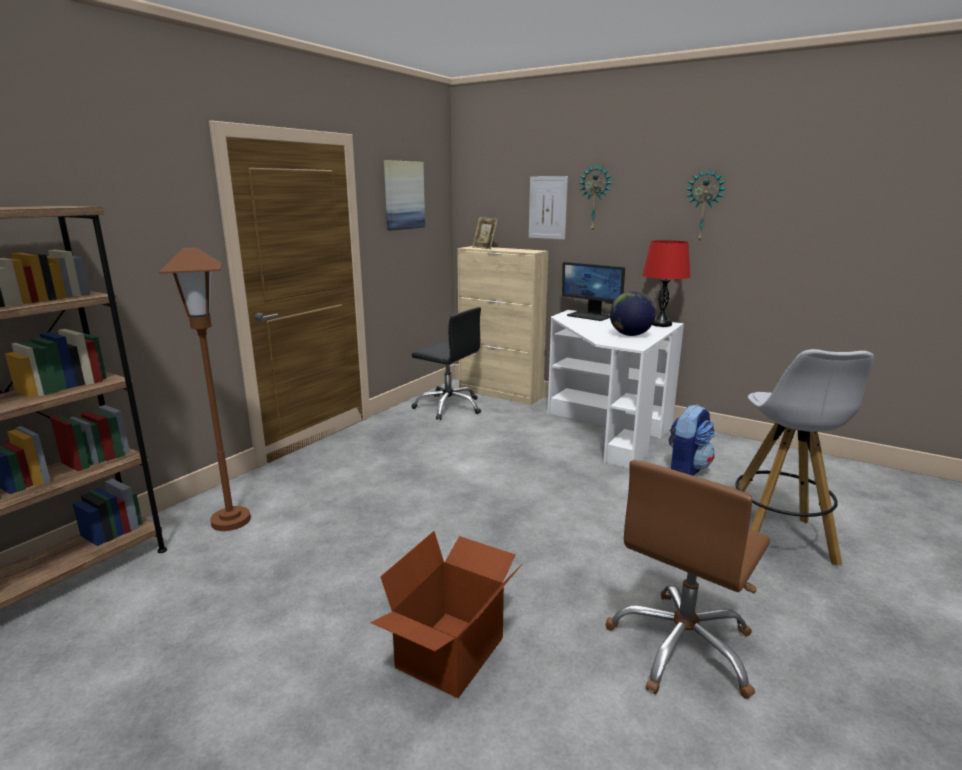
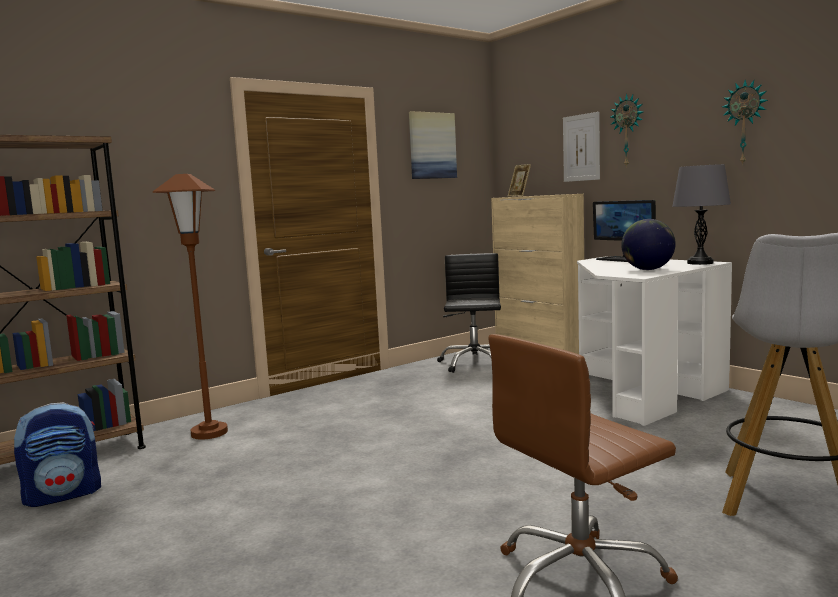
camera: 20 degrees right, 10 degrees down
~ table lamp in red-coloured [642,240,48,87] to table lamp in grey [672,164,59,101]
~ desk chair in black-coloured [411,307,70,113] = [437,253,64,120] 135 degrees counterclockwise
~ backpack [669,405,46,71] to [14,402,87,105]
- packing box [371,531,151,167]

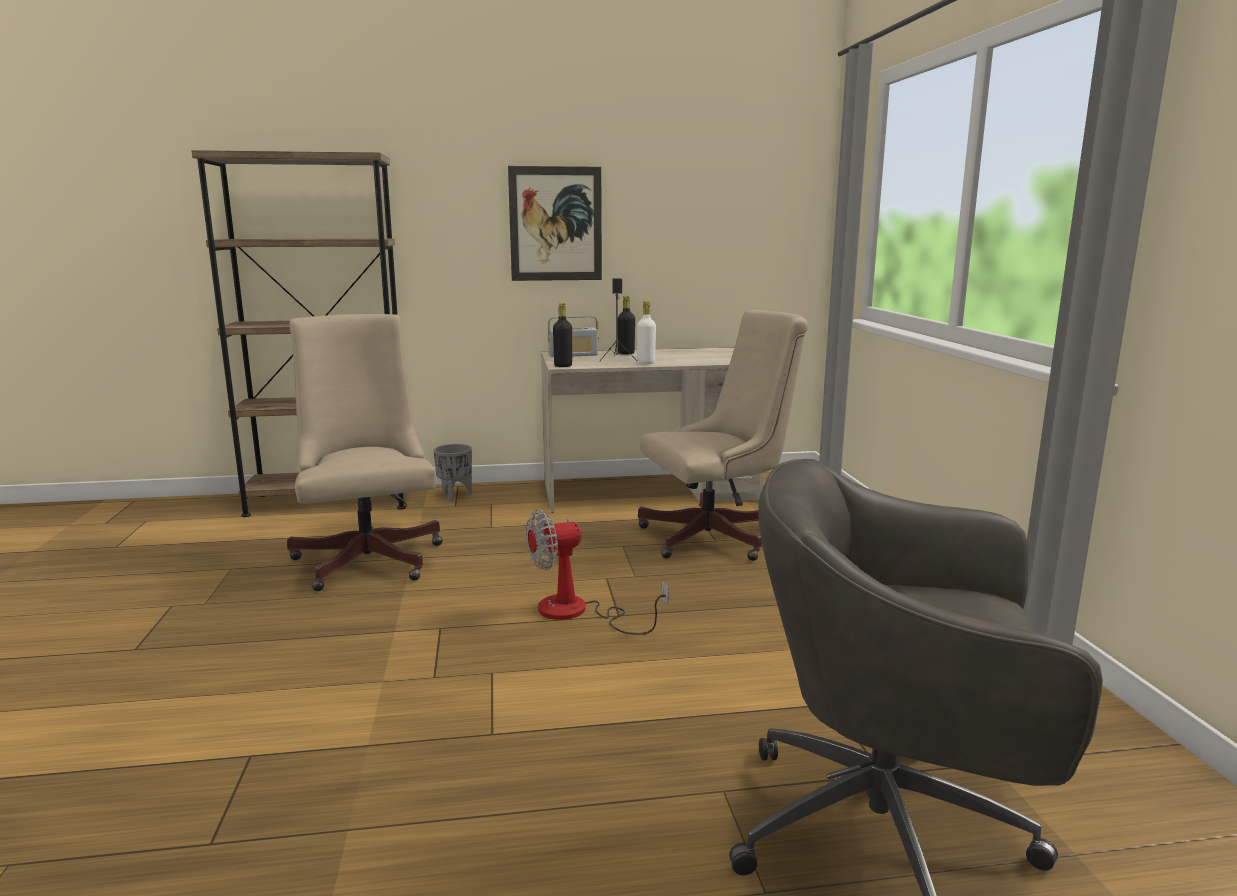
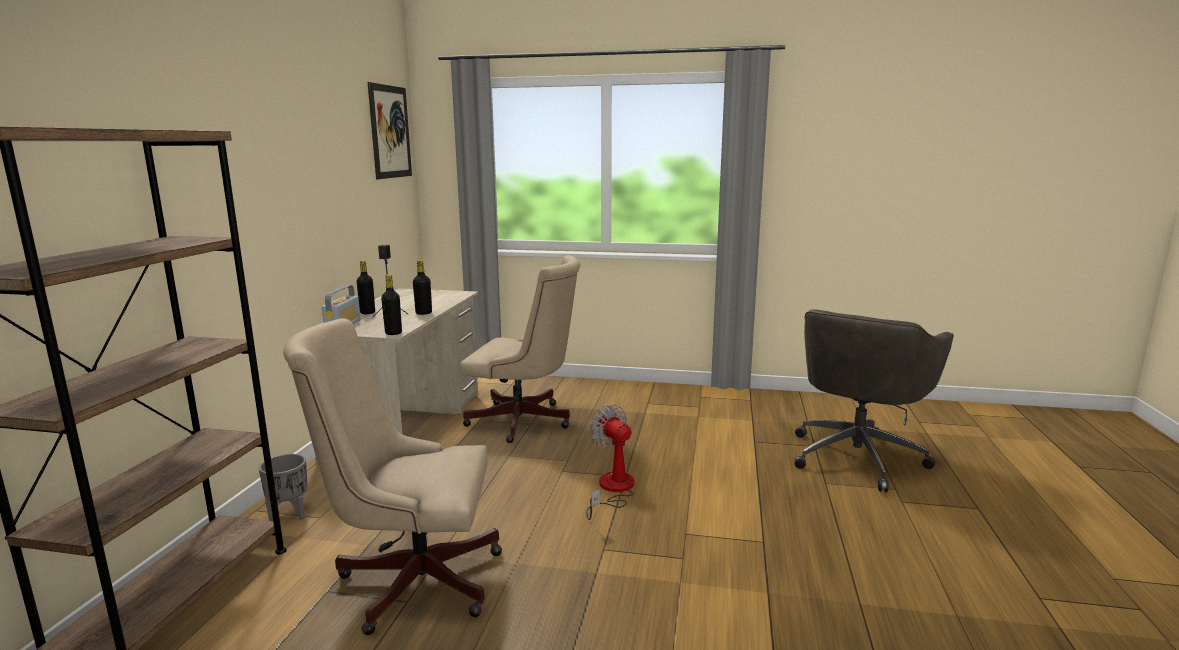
camera: 70 degrees left, 0 degrees up
~ wall picture [508,166,94,115] to [368,82,44,97]
~ bottle in white-coloured [637,301,19,63] to bottle in black-coloured [413,260,19,55]
~ desk chair in beige [638,310,170,251] = [460,255,120,188] 105 degrees clockwise
~ cooling fan [526,510,143,125] = [586,404,48,116] 150 degrees clockwise

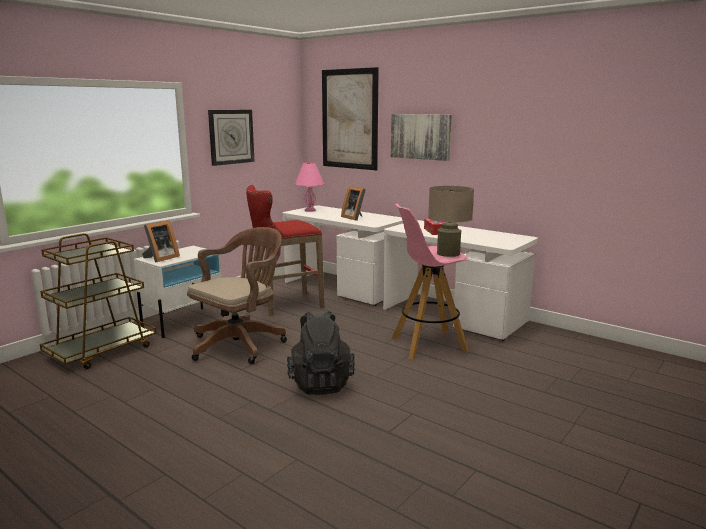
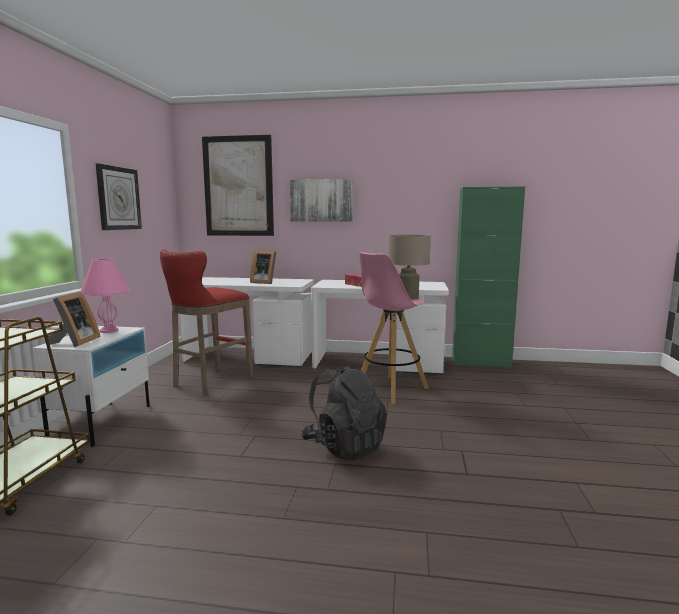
camera: 30 degrees left, 5 degrees down
~ table lamp in pink [295,162,29,50] to [80,258,50,75]
- desk chair in brown [187,227,100,137]
+ cupboard in green [452,186,73,182]

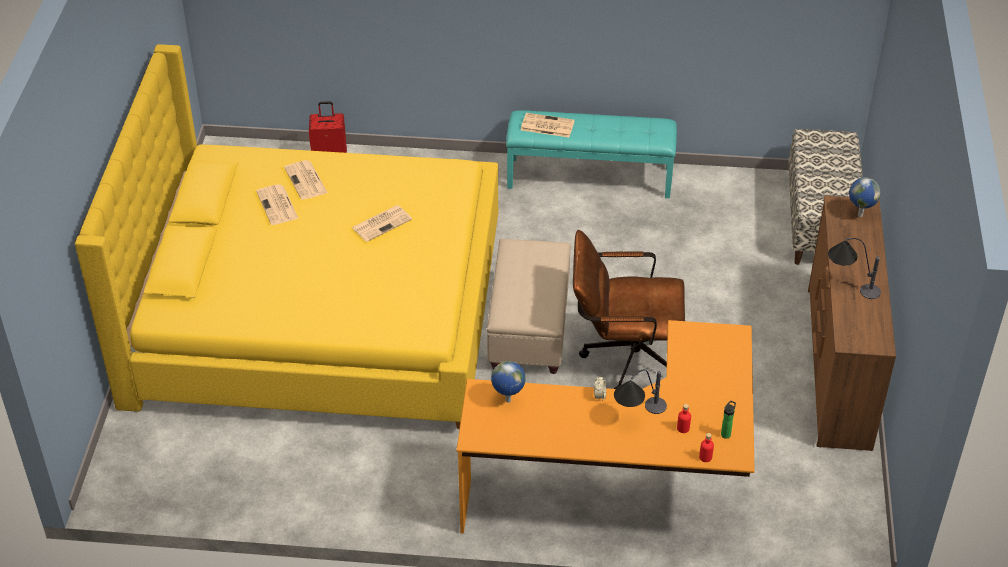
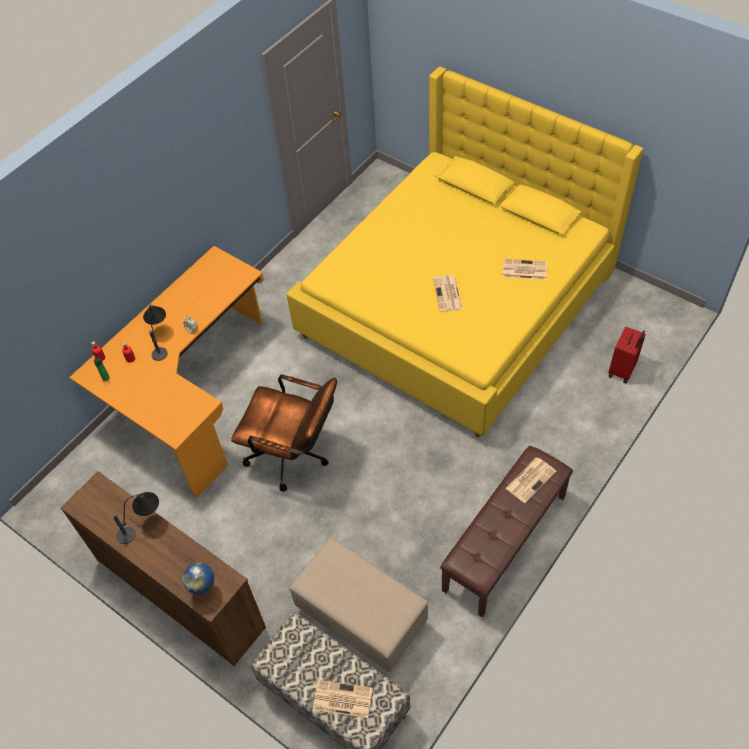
camera: 125 degrees right, 10 degrees up
~ long seat in turquoise [506,110,171,88] to long seat in brown [440,446,133,171]
~ daily paper [256,184,43,41] to [313,680,60,38]
~ desk chair in brown [573,230,112,159] = [231,375,106,117] 75 degrees clockwise
~ footrest in beige [487,239,84,135] to [289,537,139,135]
- desk globe [491,361,34,42]

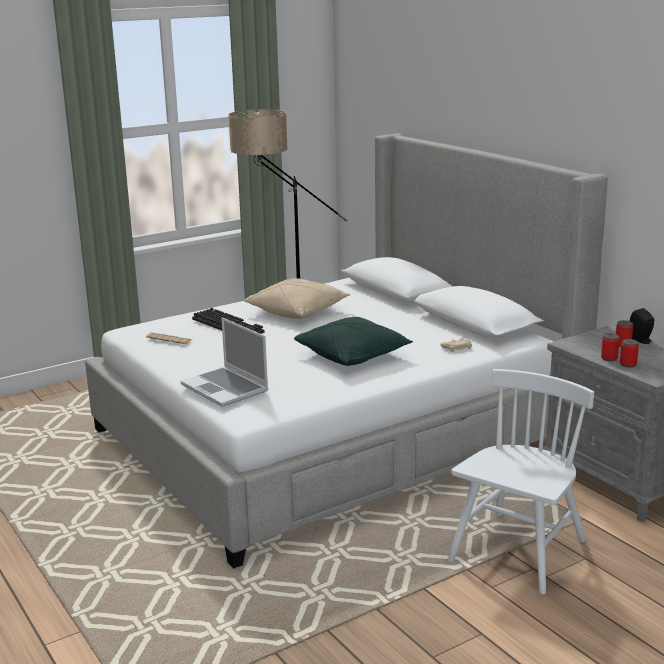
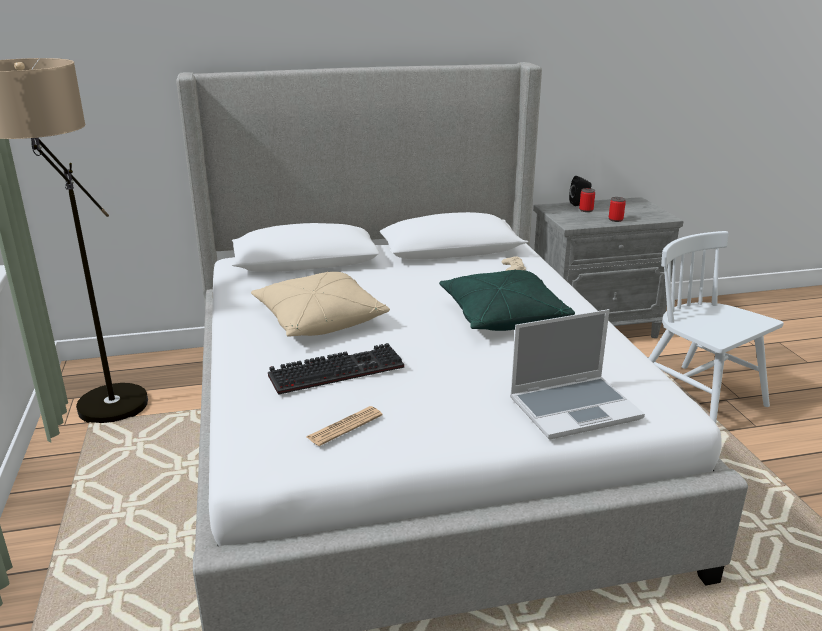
camera: 70 degrees left, 5 degrees up
- metal can [620,339,19,29]

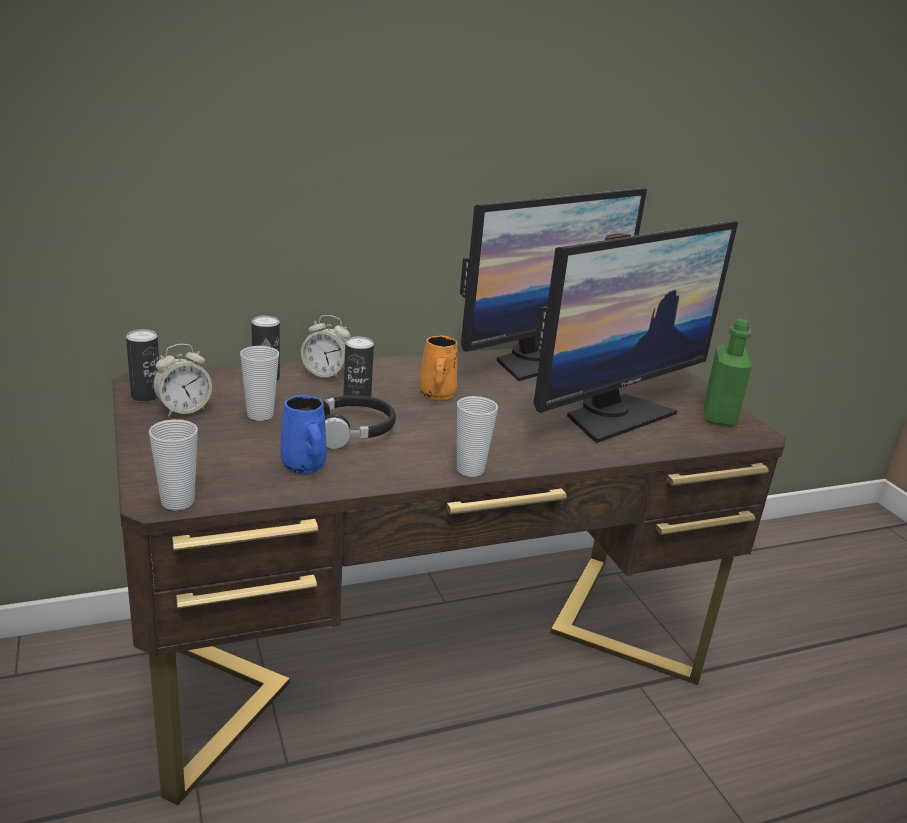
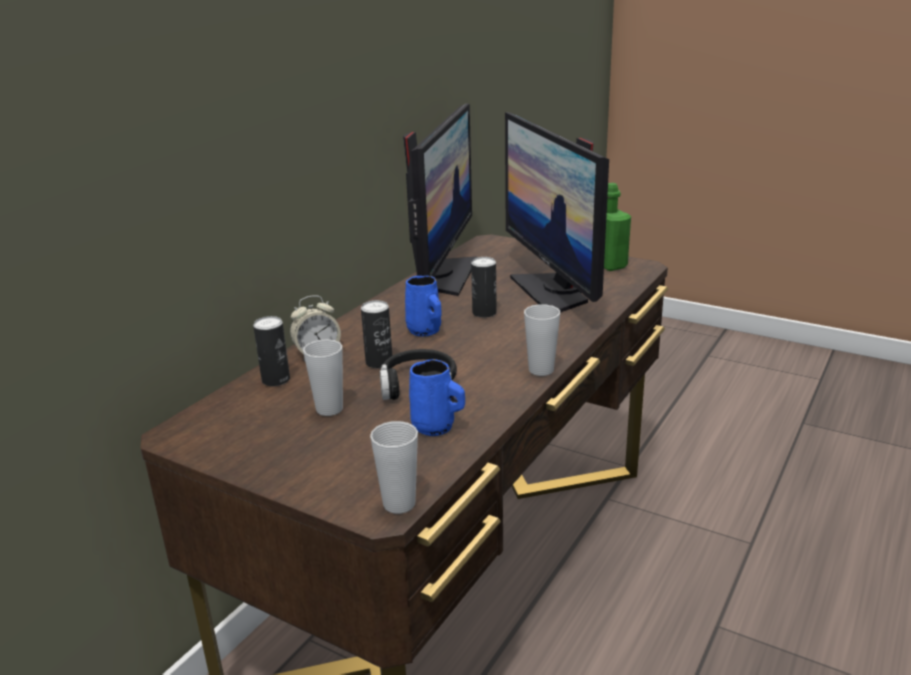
camera: 35 degrees left, 0 degrees up
~ computer screen [534,221,204,222] = [505,112,104,200] 150 degrees clockwise
~ metal can [126,329,33,73] to [471,257,26,61]
~ coffee mug in orange-coloured [419,335,39,65] to coffee mug in bluish [405,276,37,61]
- alarm clock [153,344,59,73]

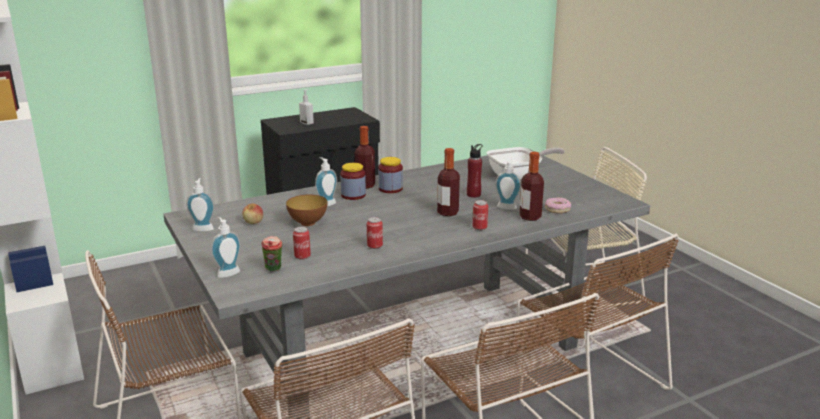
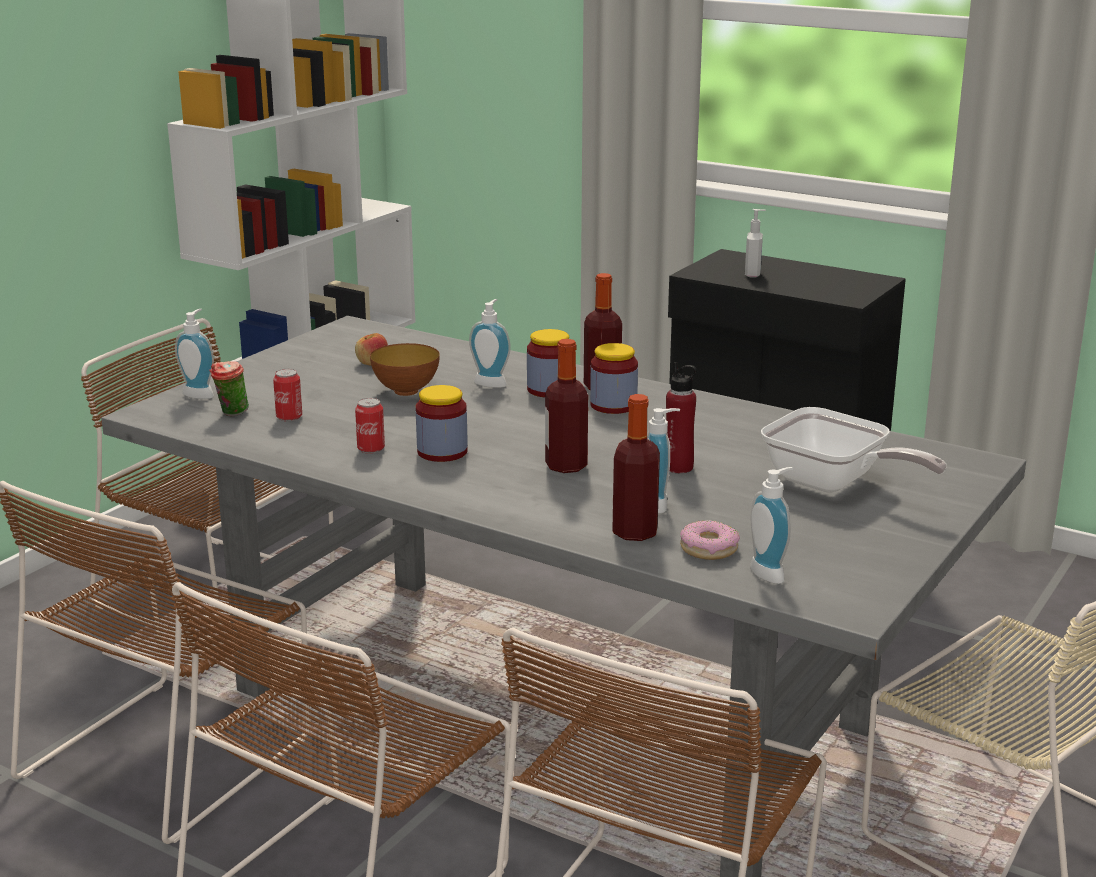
camera: 60 degrees right, 0 degrees up
~ liquid soap bottle [186,178,28,54] to [750,467,43,117]
- metal can [473,200,15,30]
+ storage jar [416,385,52,77]

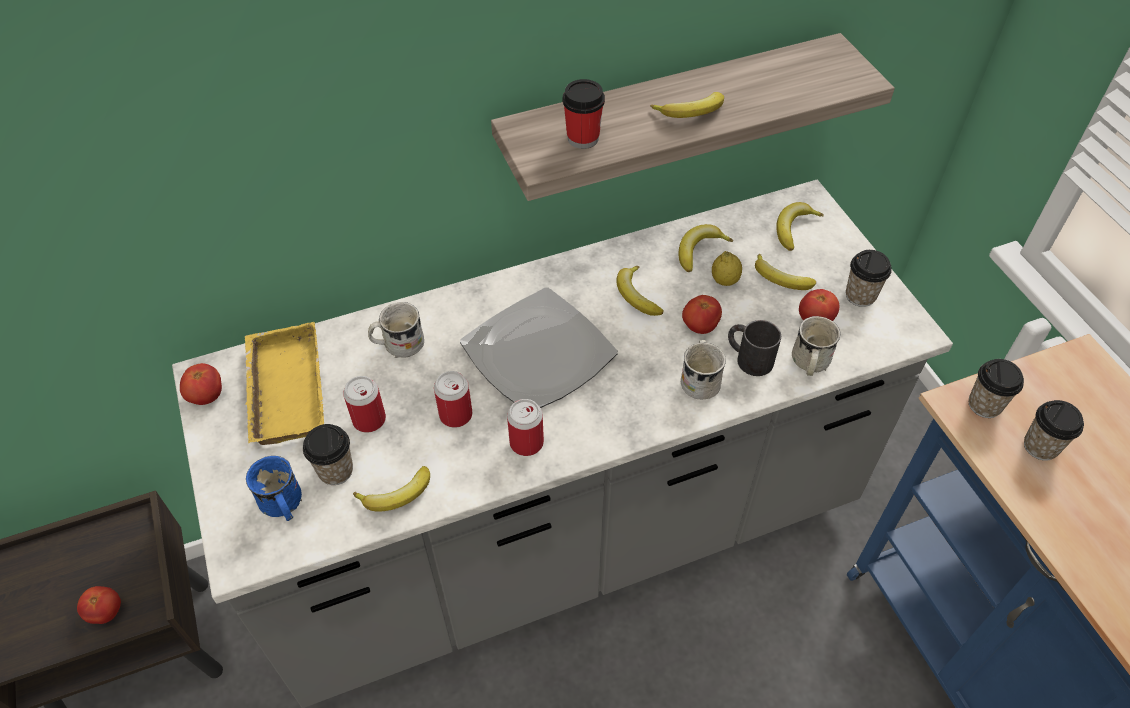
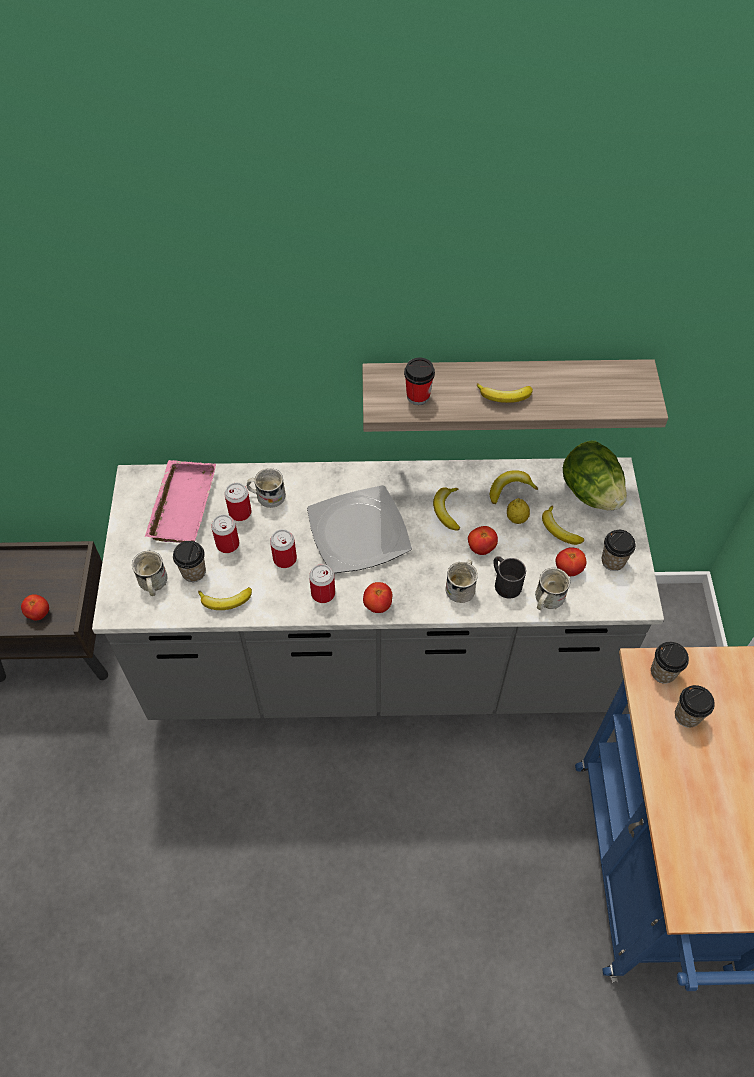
camera: 20 degrees right, 5 degrees up
~ whole banana [776,202,48,49] to lettuce head [563,441,64,69]
~ tray in yellow [245,322,79,123] to tray in pink [145,460,71,83]
~ whole tomato [180,363,42,42] to [363,582,29,31]
~ coffee mug in bluish [246,456,56,65] to coffee mug in white-coloured [132,551,36,45]
+ metal can [224,483,28,38]

